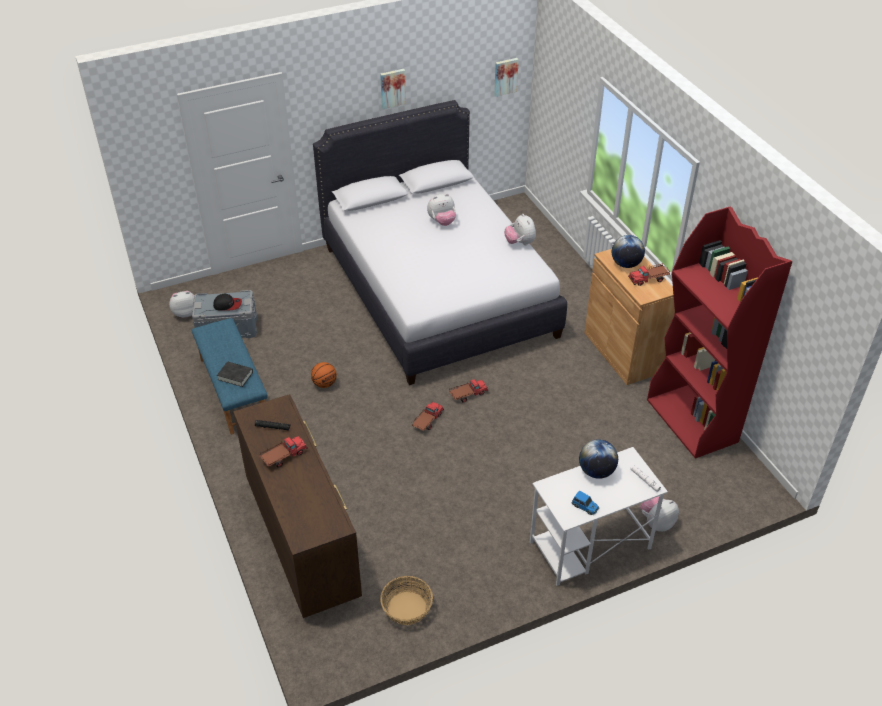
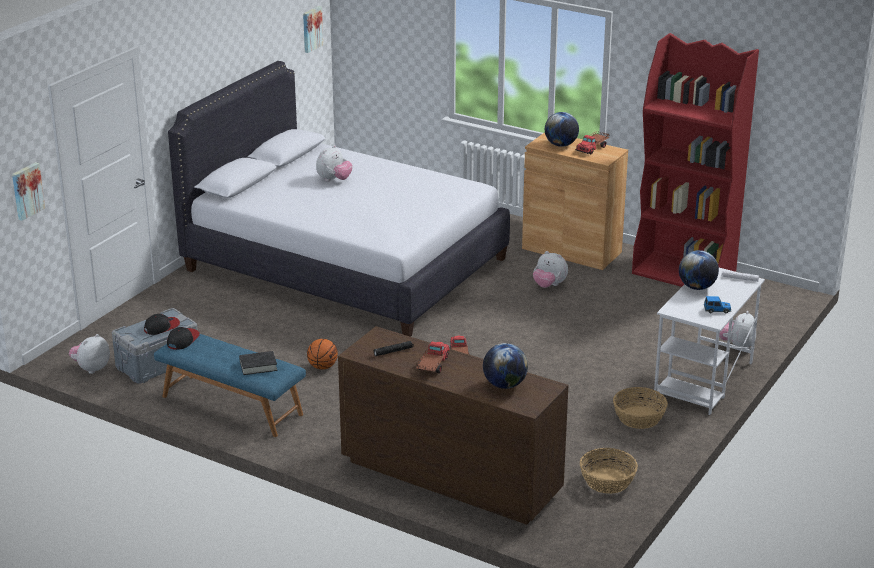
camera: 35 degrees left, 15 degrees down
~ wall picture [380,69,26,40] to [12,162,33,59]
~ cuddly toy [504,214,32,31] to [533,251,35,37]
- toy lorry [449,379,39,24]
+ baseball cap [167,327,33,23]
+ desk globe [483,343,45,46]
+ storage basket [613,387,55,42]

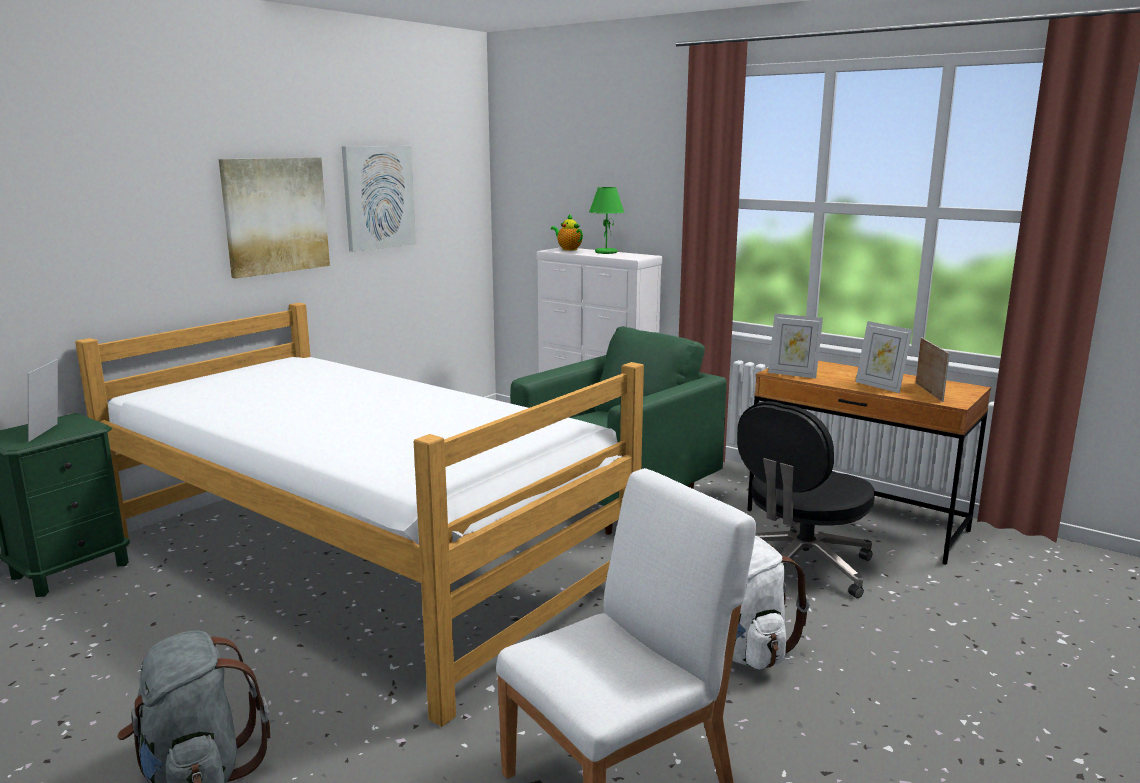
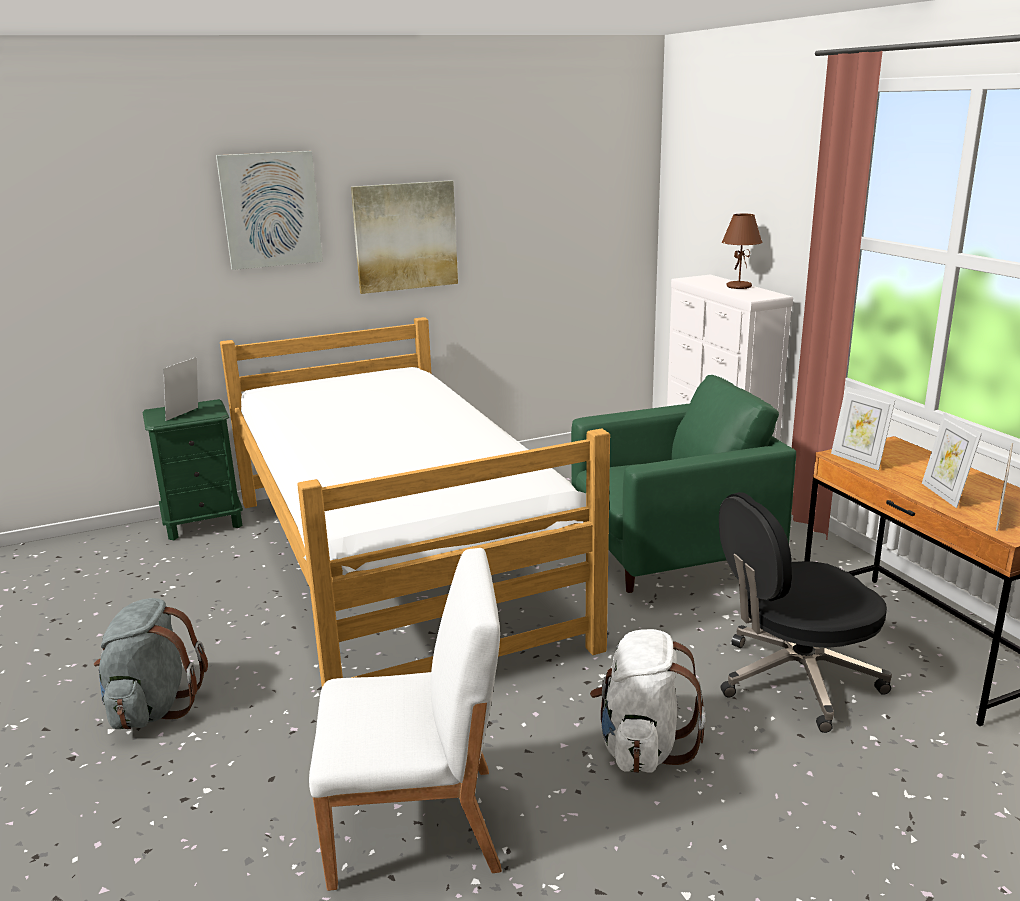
camera: 30 degrees right, 5 degrees up
~ wall picture [342,146,74,106] to [216,151,107,119]
~ table lamp in green [589,187,35,67] to table lamp in brown [722,214,40,75]
- pot for tea [551,214,32,37]

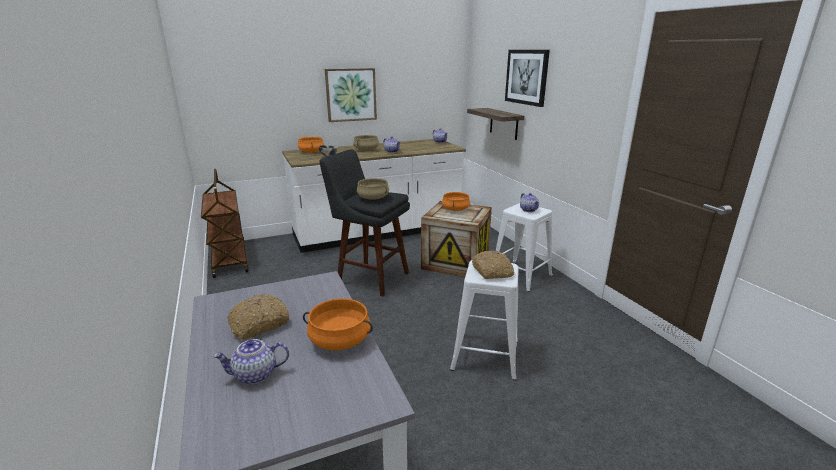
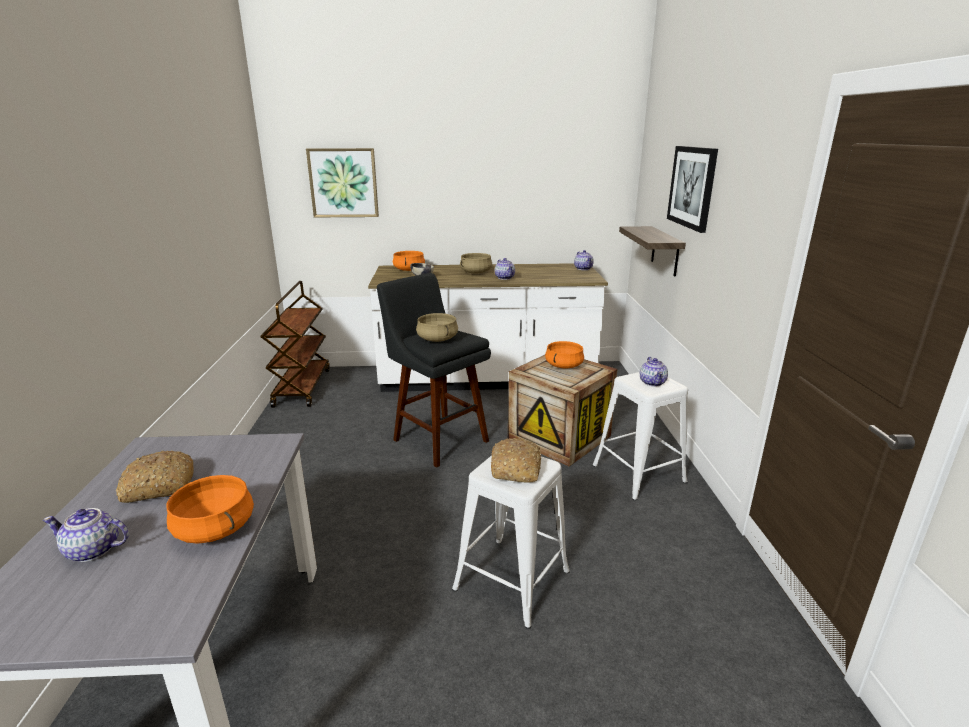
camera: 20 degrees right, 0 degrees up
~ wall picture [325,68,52,54] to [306,148,73,69]

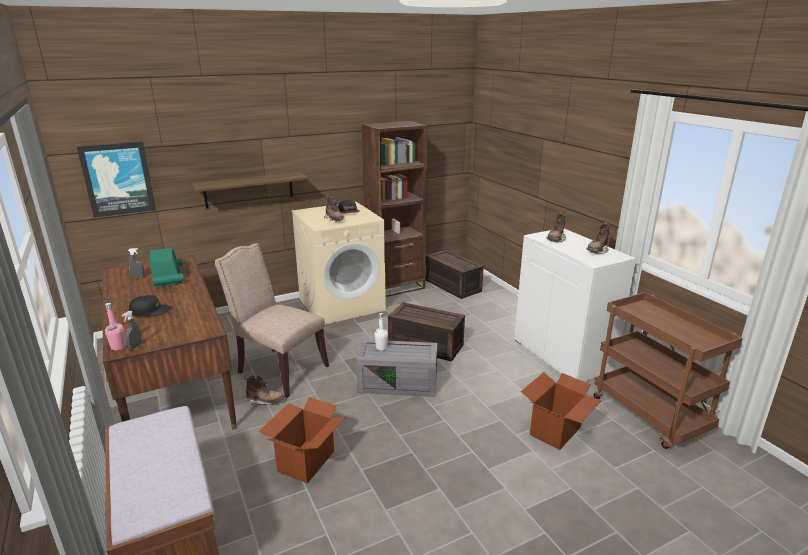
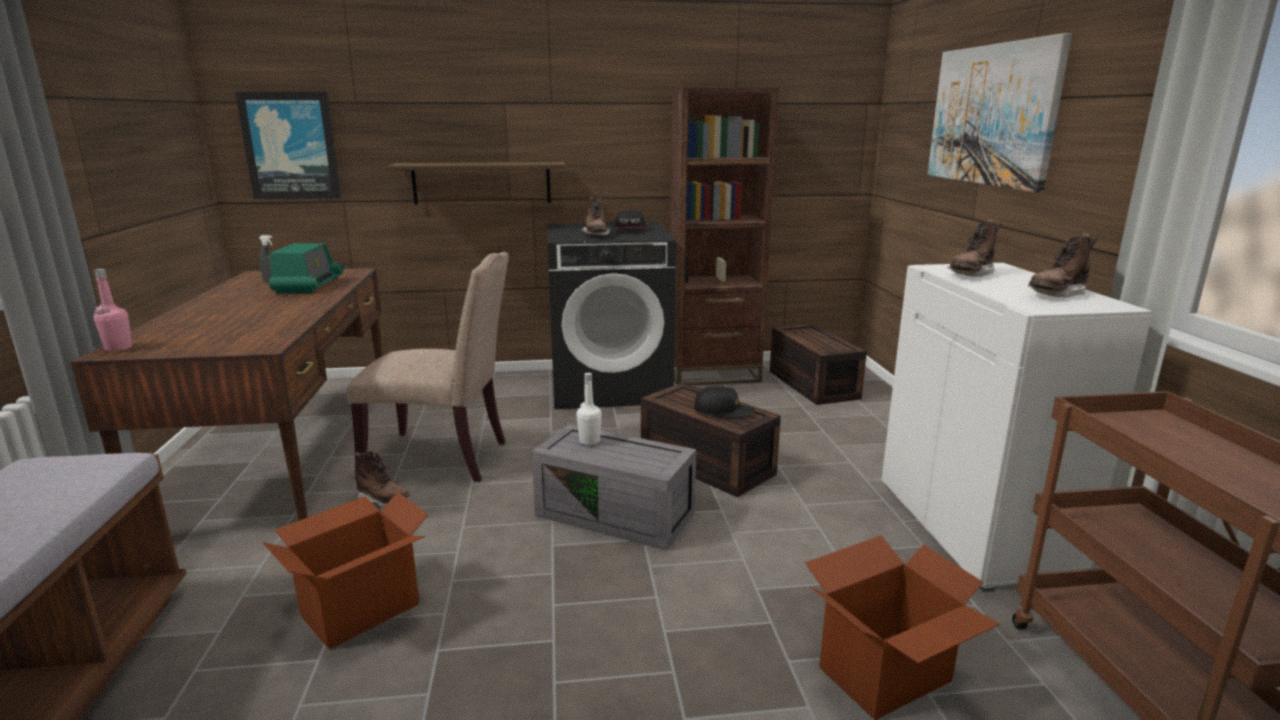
camera: 20 degrees right, 5 degrees down
~ washing machine in beige [292,202,94,123] to washing machine in black-coloured [547,222,129,187]
~ upright chair in beige [215,243,114,155] = [346,252,163,230] 135 degrees clockwise
~ baseball cap in black-coloured [129,295,43,21] to [694,386,61,33]
- hand sprayer in grey [122,311,20,39]
+ wall picture [927,33,145,160]

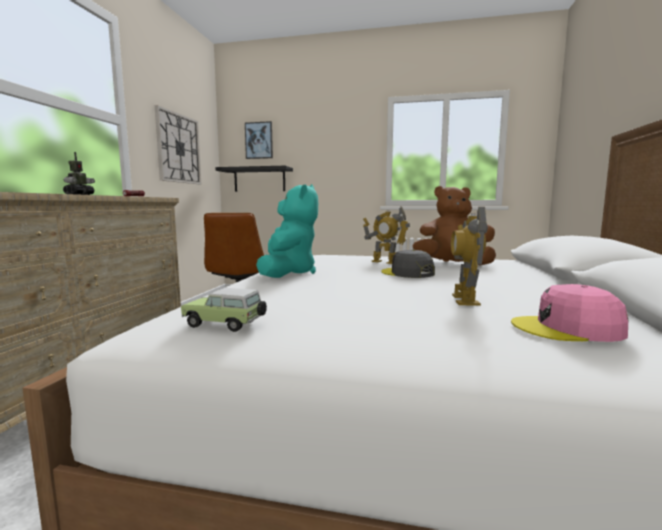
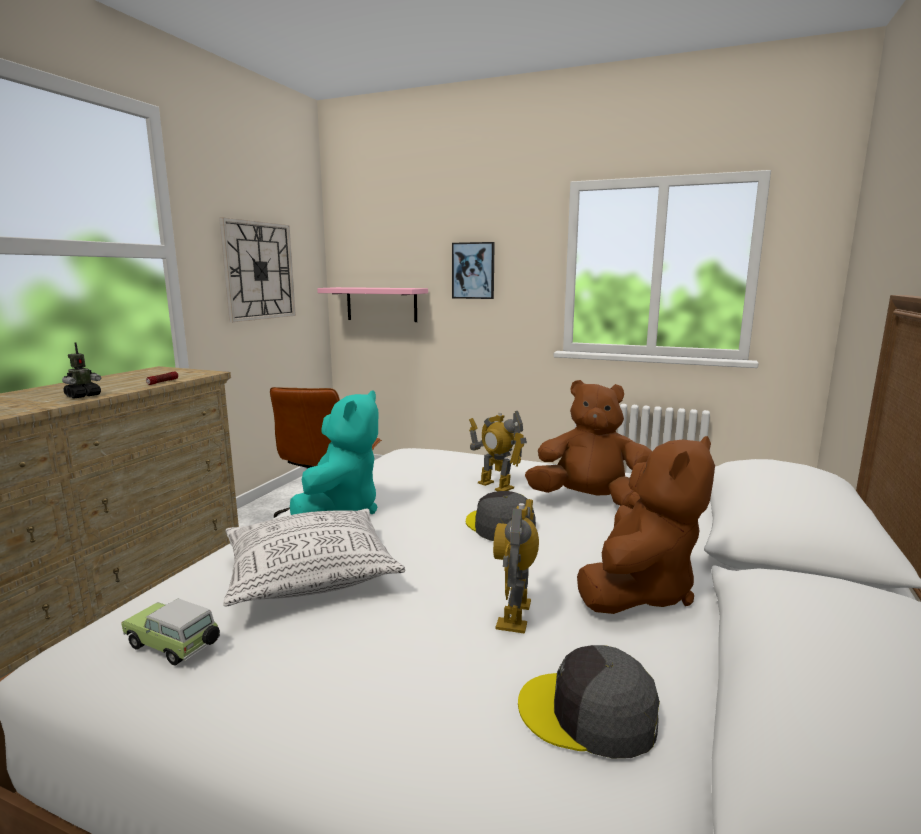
camera: 10 degrees right, 5 degrees up
~ wall picture [245,121,28,38] to [452,242,43,57]
~ wall shelf in black-coloured [216,166,77,26] to wall shelf in pink [317,287,111,35]
~ baseball cap in pink [511,284,117,58] to baseball cap in grey [518,645,142,114]
+ cuddly toy in brown [577,436,138,178]
+ throw pillow [223,509,182,97]

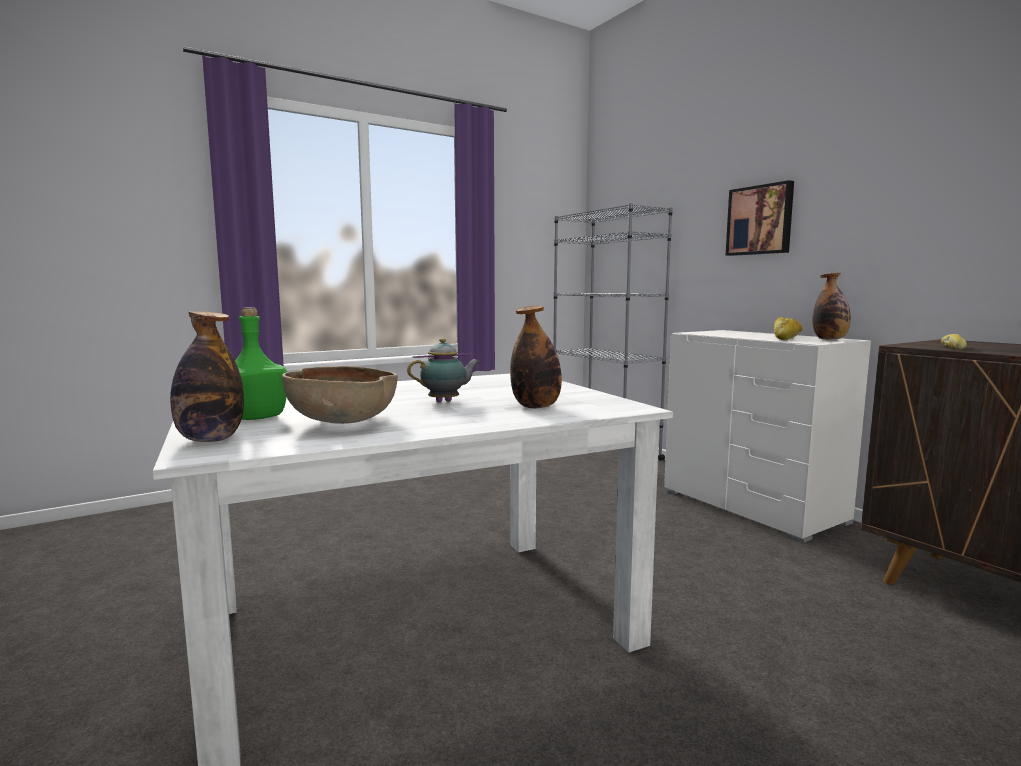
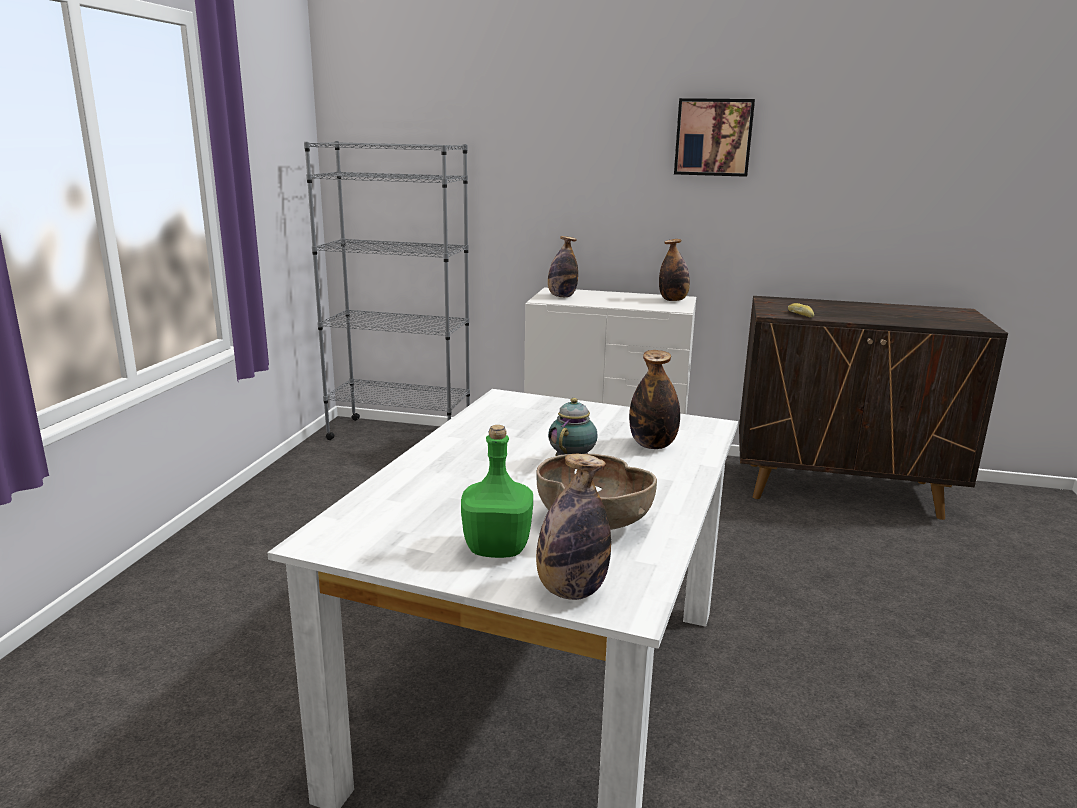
camera: 45 degrees left, 10 degrees up
~ wall picture [726,180,68,76] to [674,98,81,79]
- bakery bread [774,317,28,23]
+ bottle [548,236,30,61]

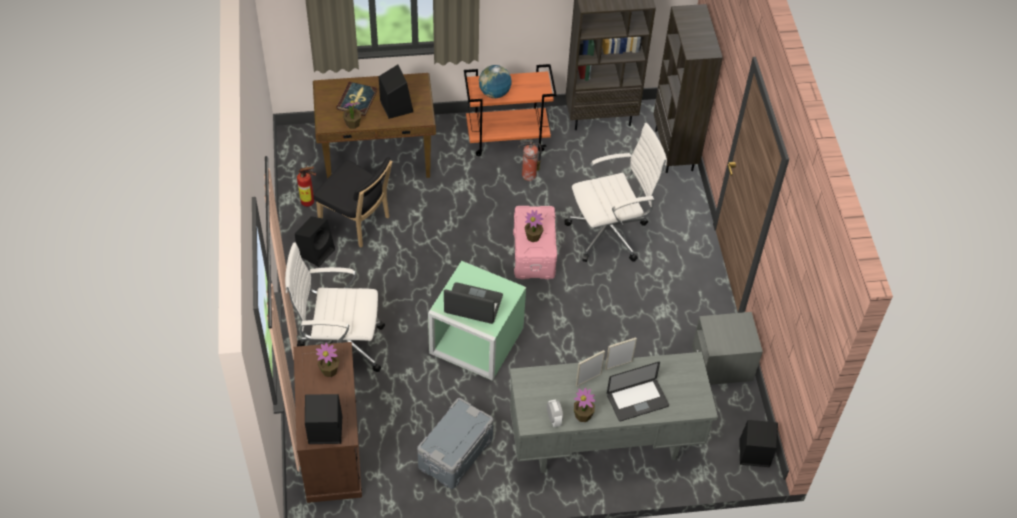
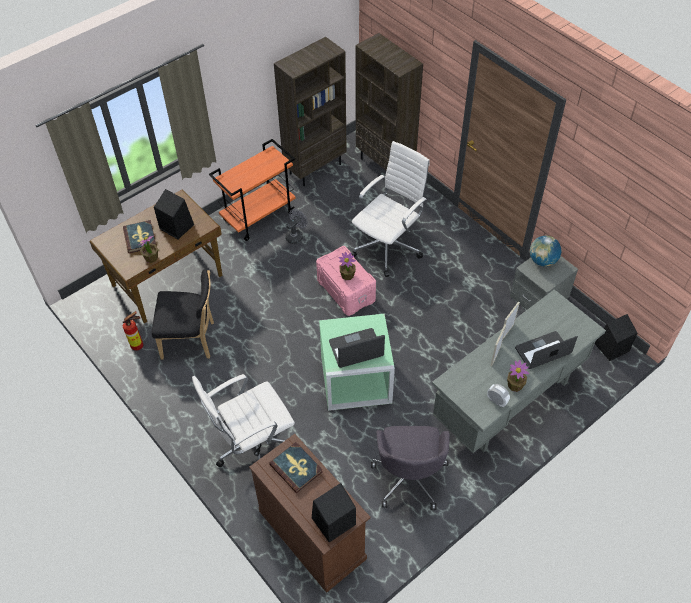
camera: 30 degrees left, 0 degrees up
~ desk globe [479,65,33,33] to [530,236,32,31]
~ fire extinguisher [518,140,24,41] to cooling fan in grey [286,209,22,35]
- speaker in black-coloured [295,216,40,51]
~ potted plant [316,342,23,35] to bound book [269,442,53,51]
~ laptop [607,362,62,59] = [515,331,63,38] 150 degrees counterclockwise
~ storage box in grey [417,398,76,91] to desk chair in grey [371,426,79,84]

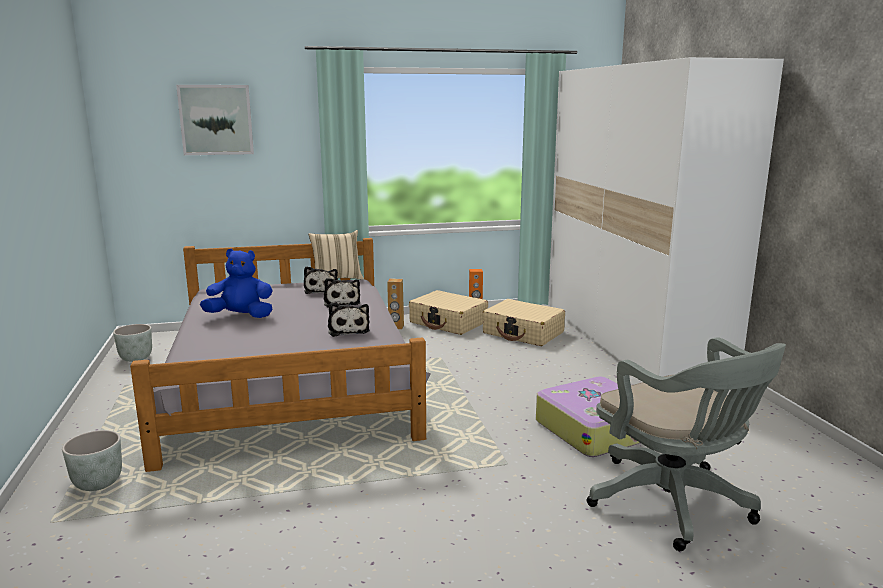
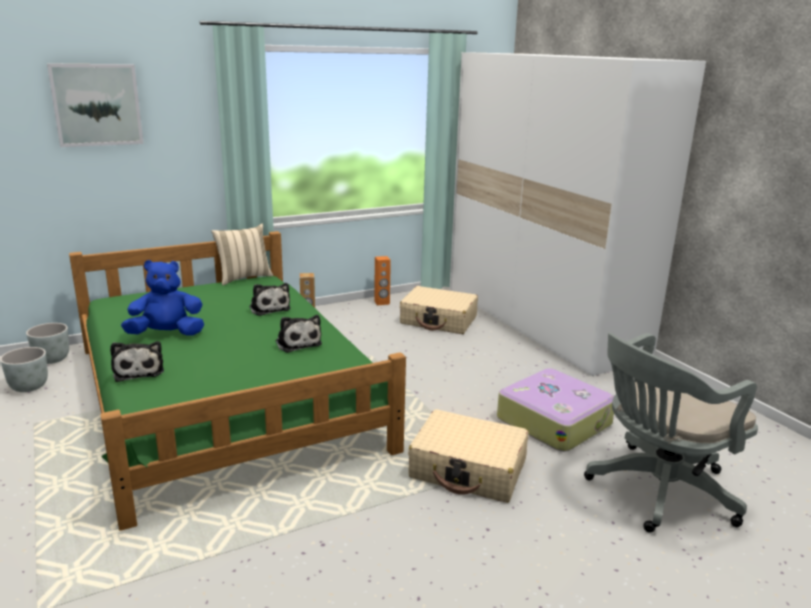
camera: 15 degrees left, 5 degrees up
~ bed in grey [130,238,301,234] to bed in green [69,231,337,300]
~ cuddly toy [304,266,34,28] to [110,341,54,41]
~ piece of luggage in beige [409,290,79,45] to [408,409,121,94]
~ desk chair in grey [587,337,199,214] = [584,333,174,200] 105 degrees clockwise
~ flower pot in grey [62,430,60,61] to [26,323,43,41]

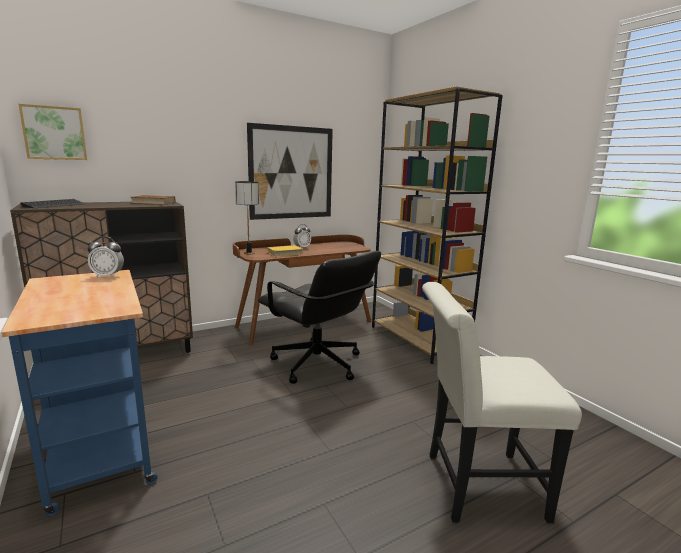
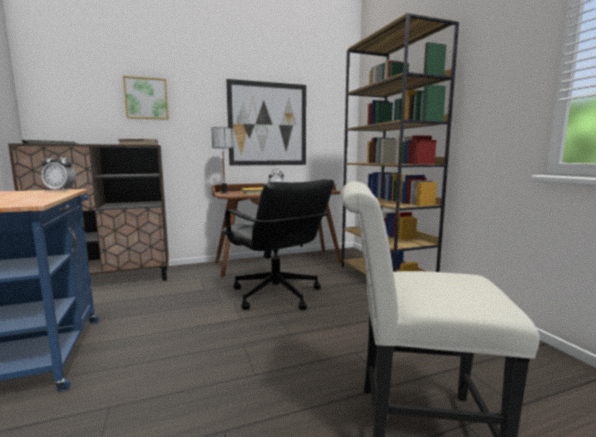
camera: 10 degrees right, 5 degrees down
~ wall picture [19,104,68,56] to [123,76,46,44]

